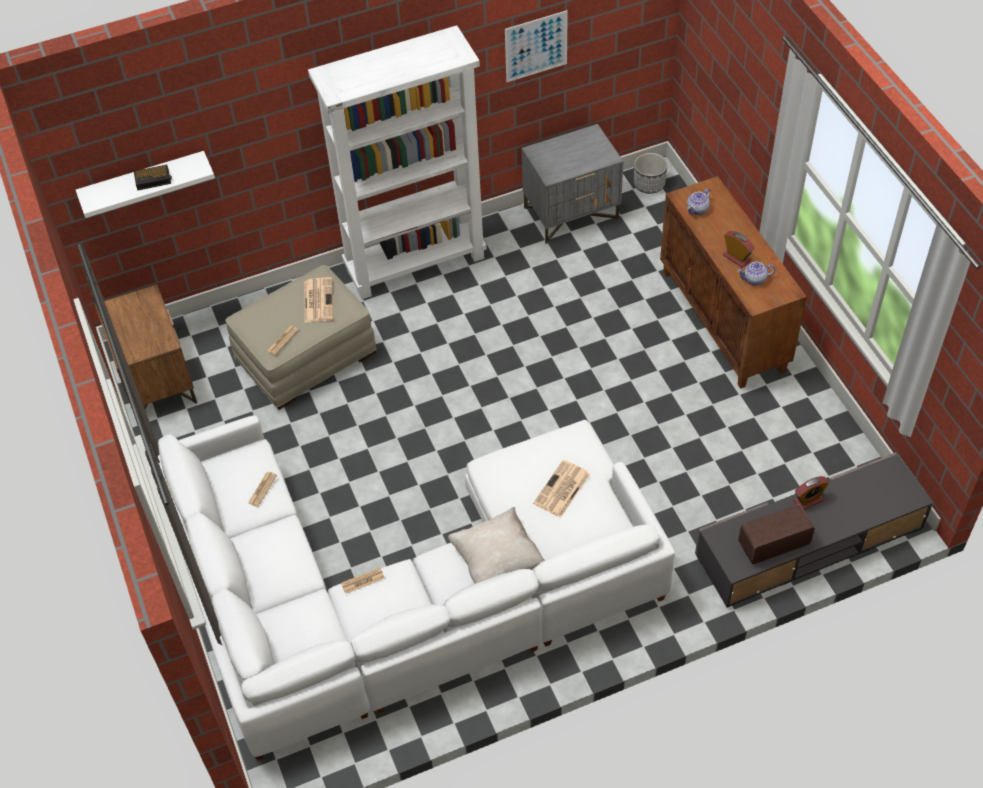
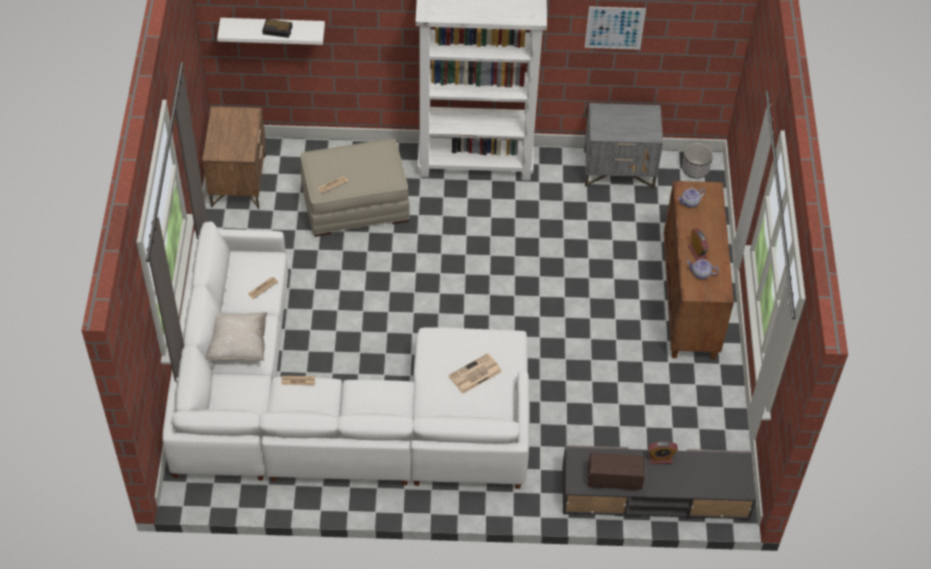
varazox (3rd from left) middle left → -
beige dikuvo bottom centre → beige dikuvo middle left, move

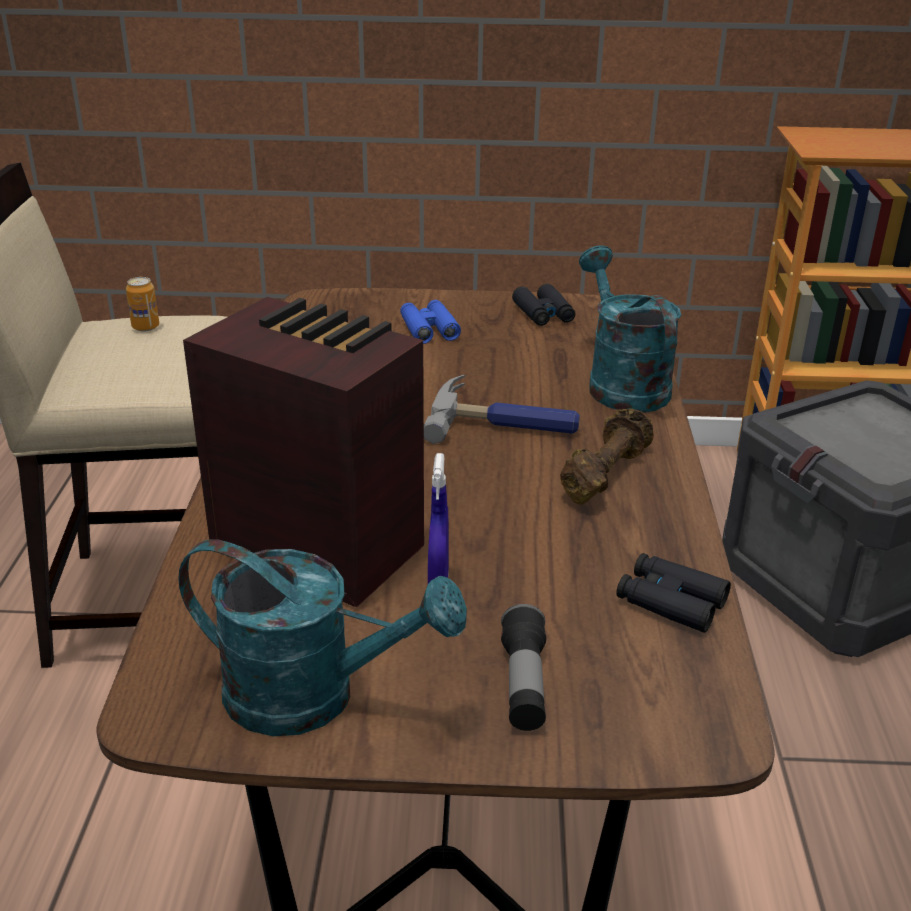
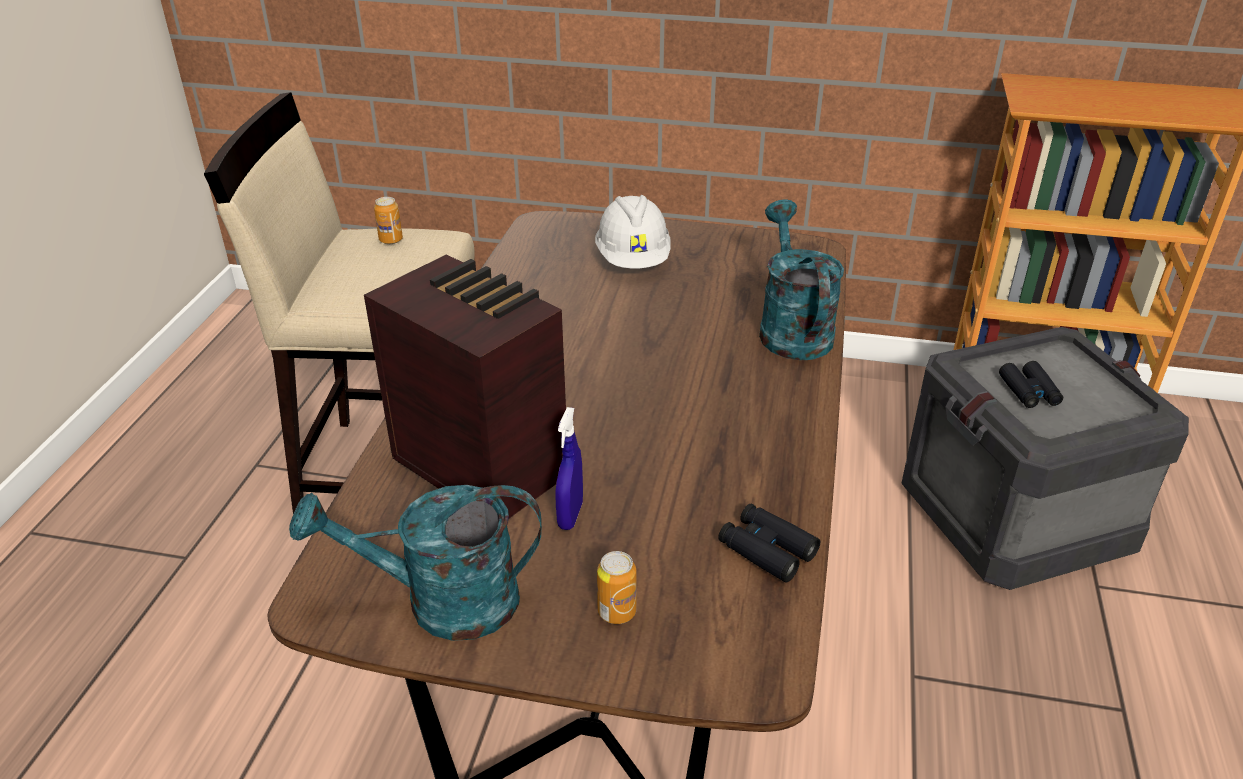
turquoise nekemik (1st from left) bottom centre, 150 degrees clockwise
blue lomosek centre → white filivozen top centre
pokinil centre → -
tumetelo bottom centre → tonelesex (2nd from left) bottom centre
black lomosek (1st from left in the first image) centre → black lomosek (2nd from left) middle right, move
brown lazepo centre → -

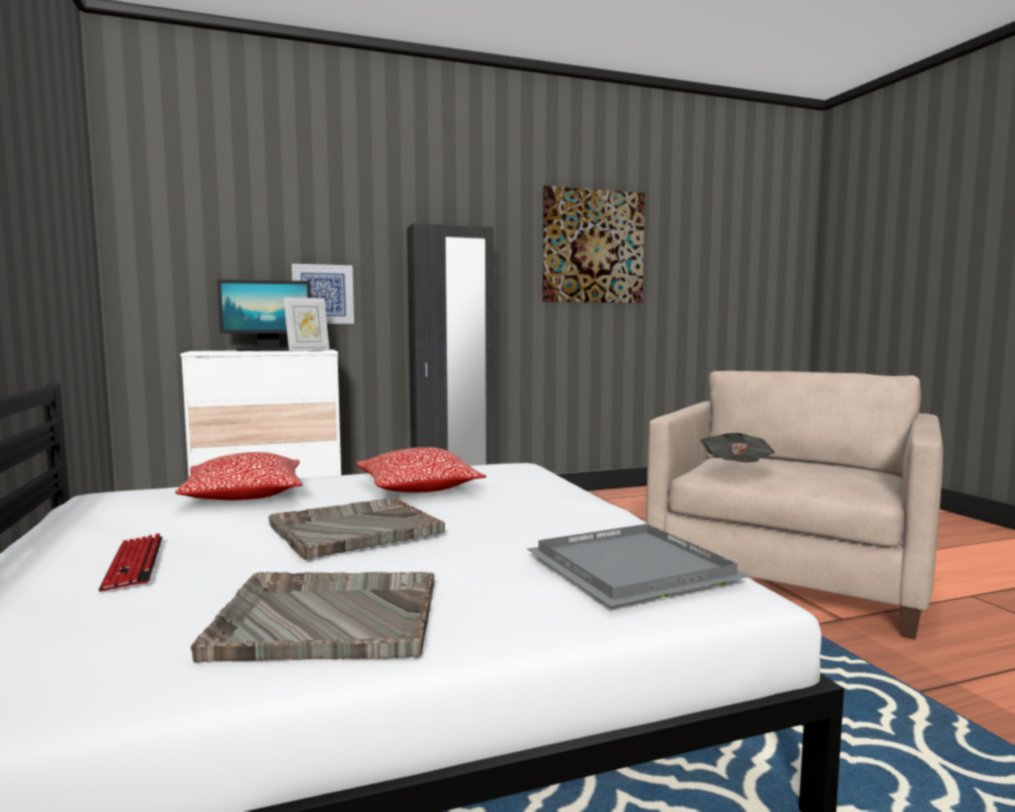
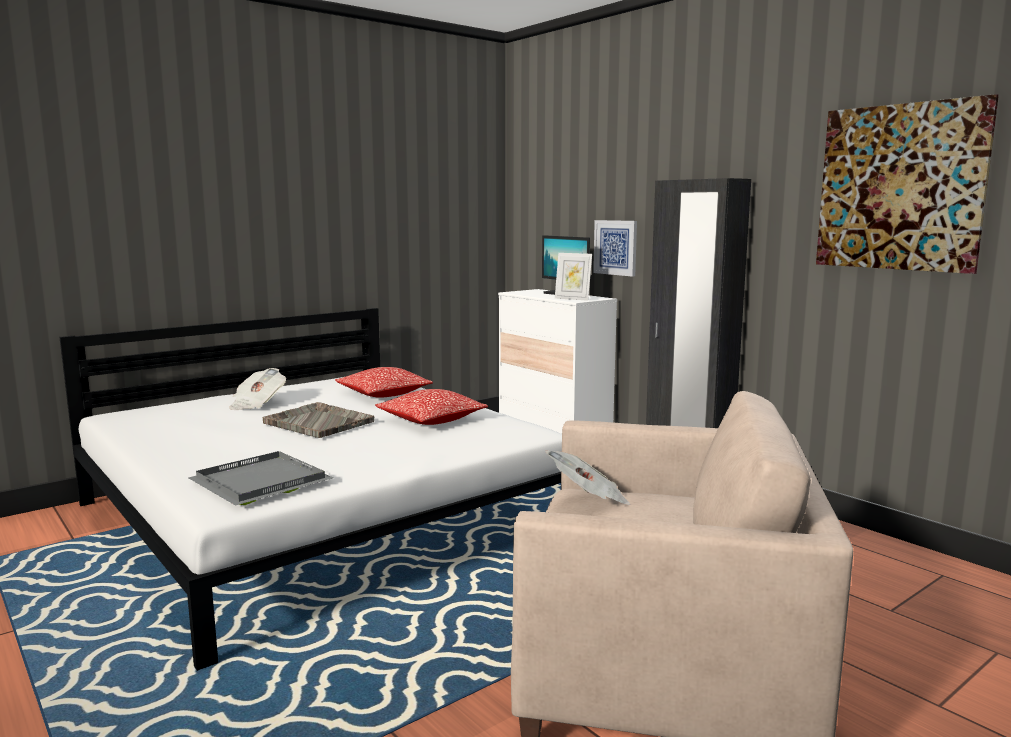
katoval bottom left → varazox (1st from left) middle left
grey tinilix (1st from left) bottom left → -

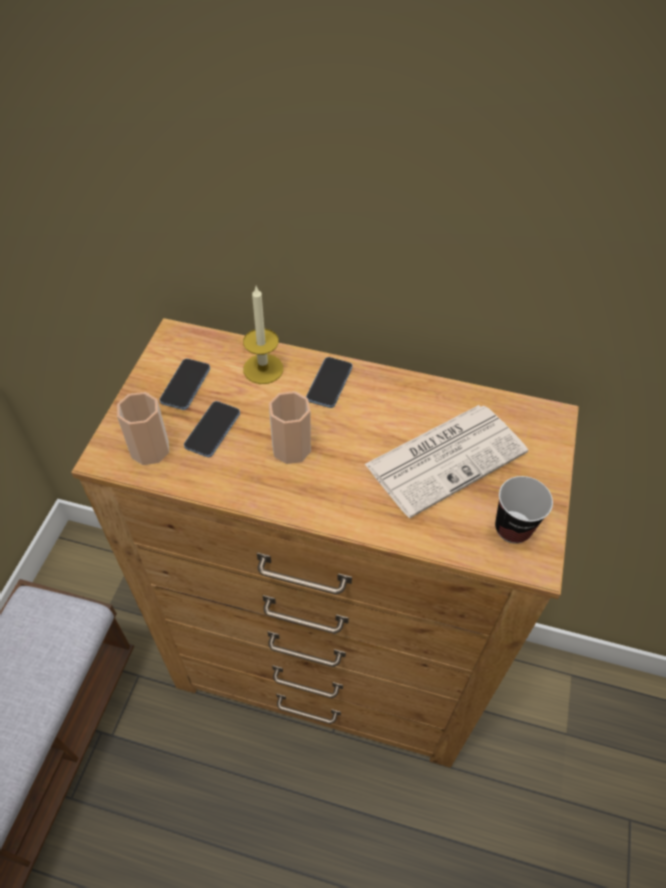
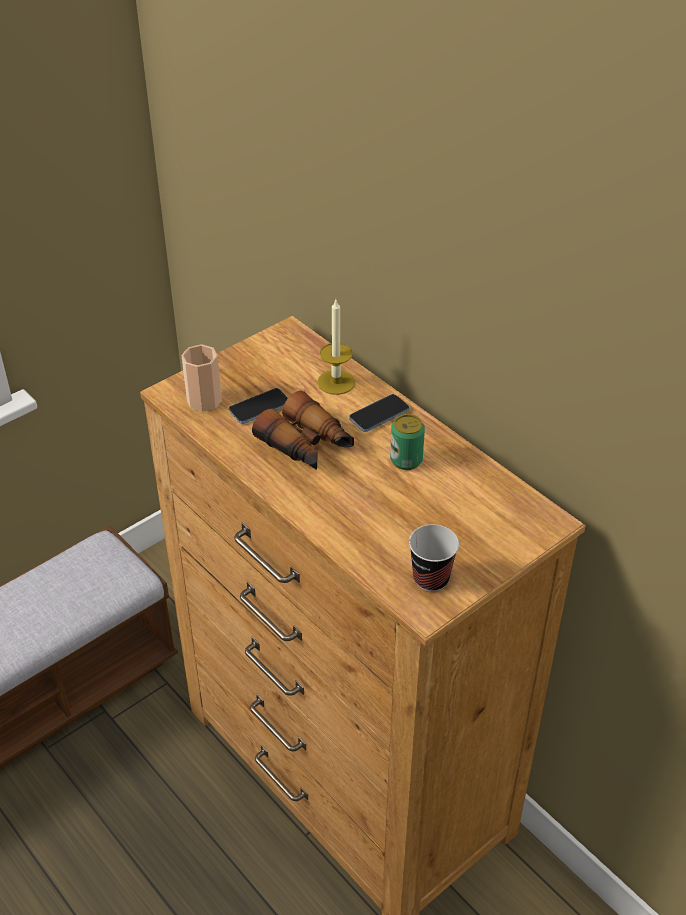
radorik (1st from left) middle left → -
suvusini (2nd from left) centre → lomosek centre
varazox middle right → -
- → tonelesex centre

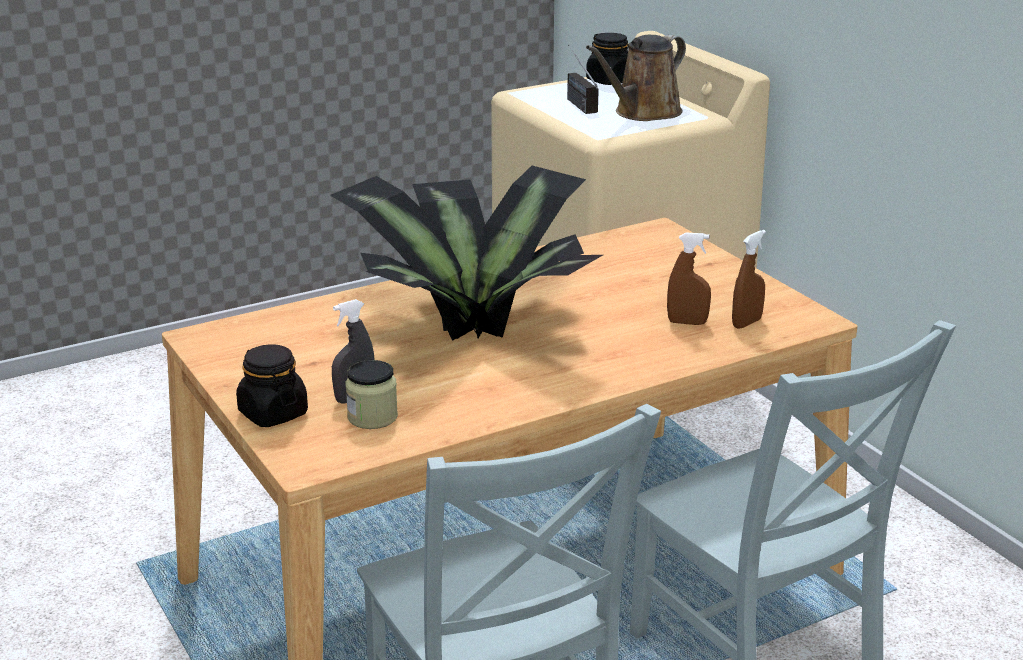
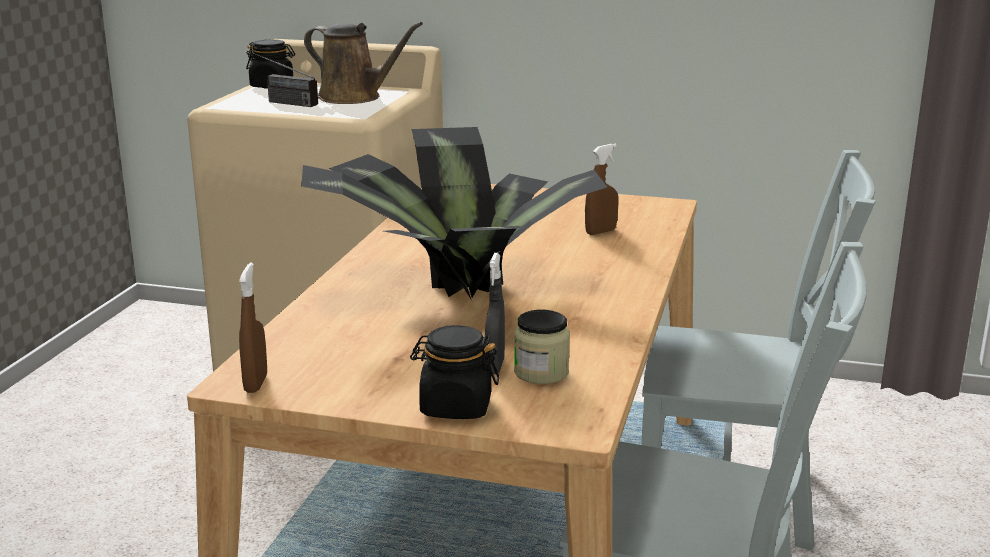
brown nekemik top centre, 60 degrees counterclockwise
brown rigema (2nd from left in the first image) middle right → brown rigema (1st from left) middle left, move

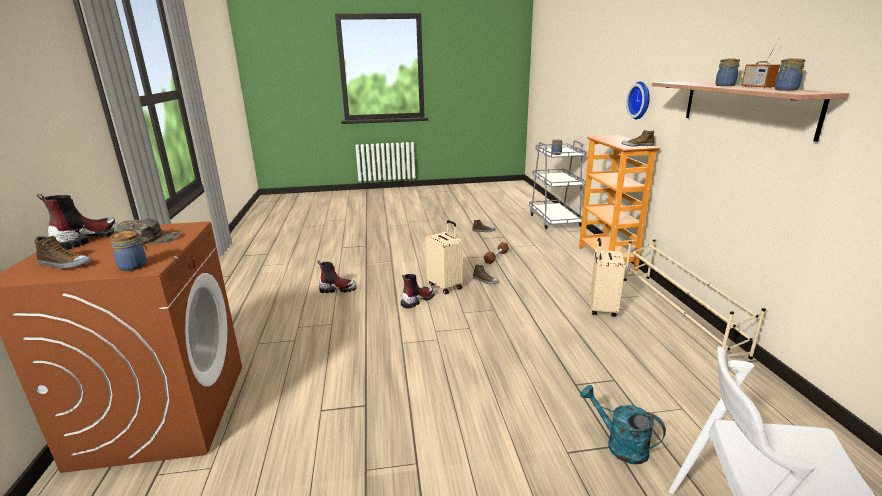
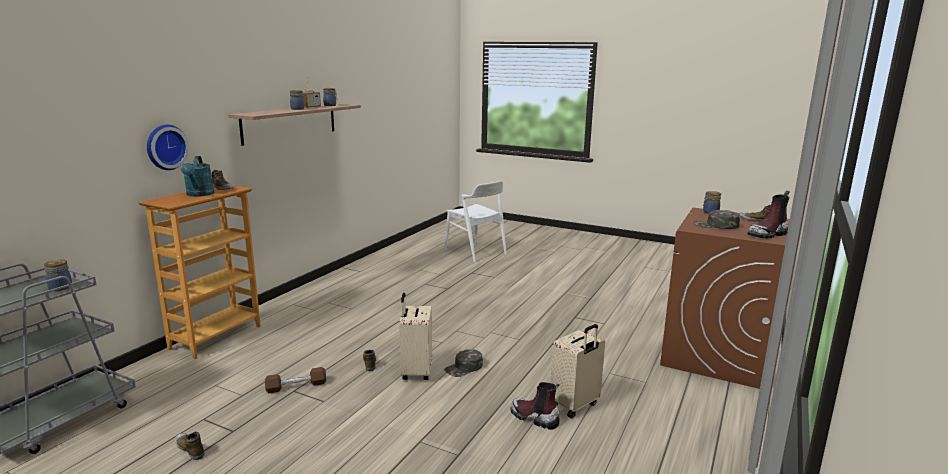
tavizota (3rd from left) centre → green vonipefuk (1st from left) bottom centre
turquoise nekemik bottom right → turquoise nekemik middle left, move
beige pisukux (2nd from left) middle right → beige pisukux (2nd from left) bottom centre, move
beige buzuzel middle right → -

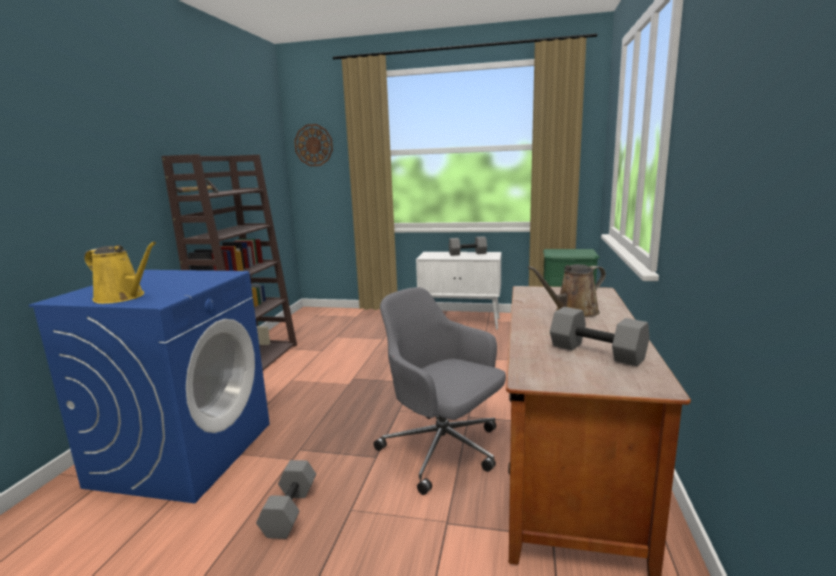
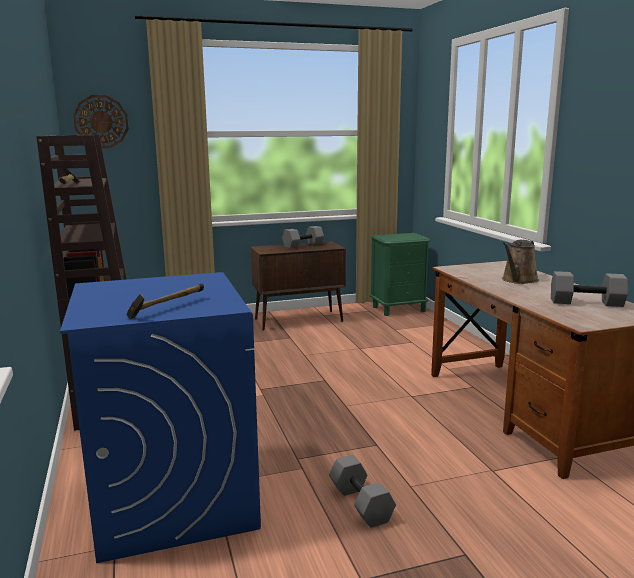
yellow nekemik middle left → pokinil (2nd from left) middle left
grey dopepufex bottom centre → -
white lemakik centre → brown lemakik centre

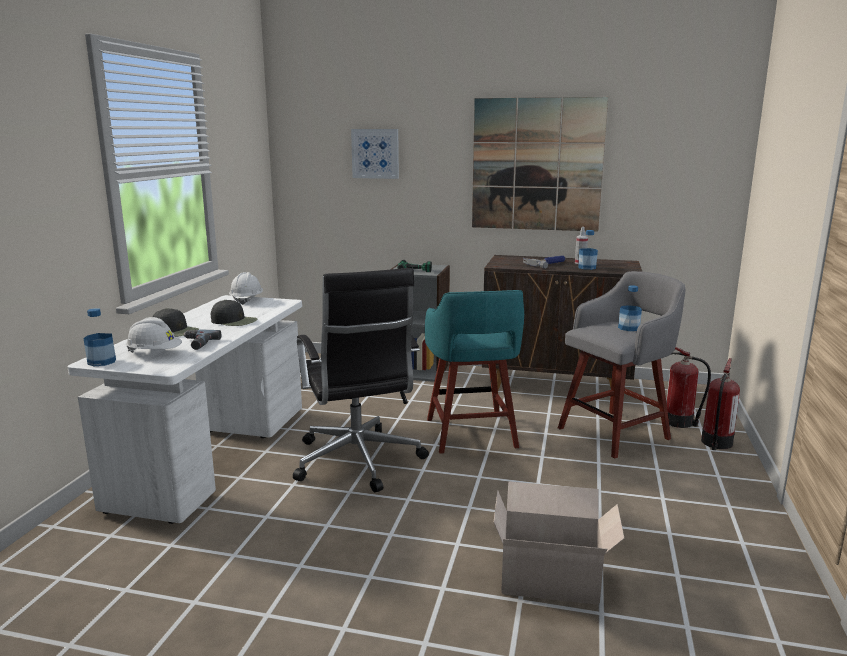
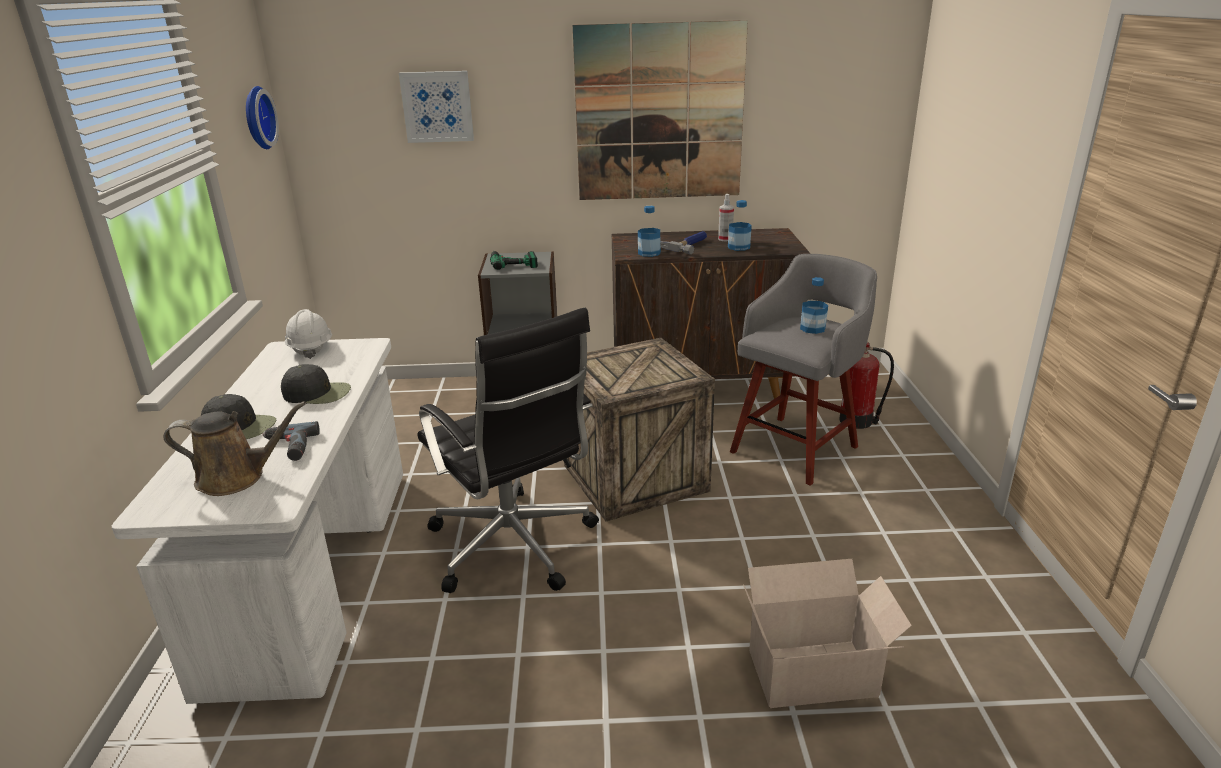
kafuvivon (1st from left) middle left → kafuvivon (1st from left) top centre, move
white filivozen (1st from left) middle left → brown nekemik middle left
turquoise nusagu centre → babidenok centre
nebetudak (2nd from left) middle right → -
- → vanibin top left

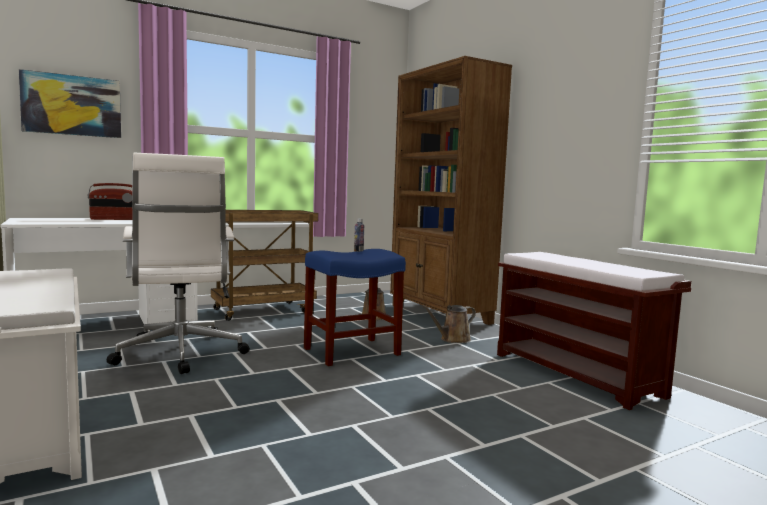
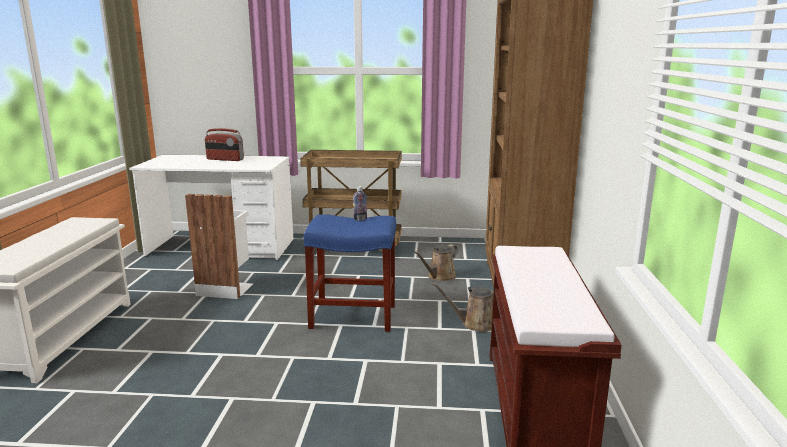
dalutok top left → -
white dopepufex middle left → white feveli middle left

